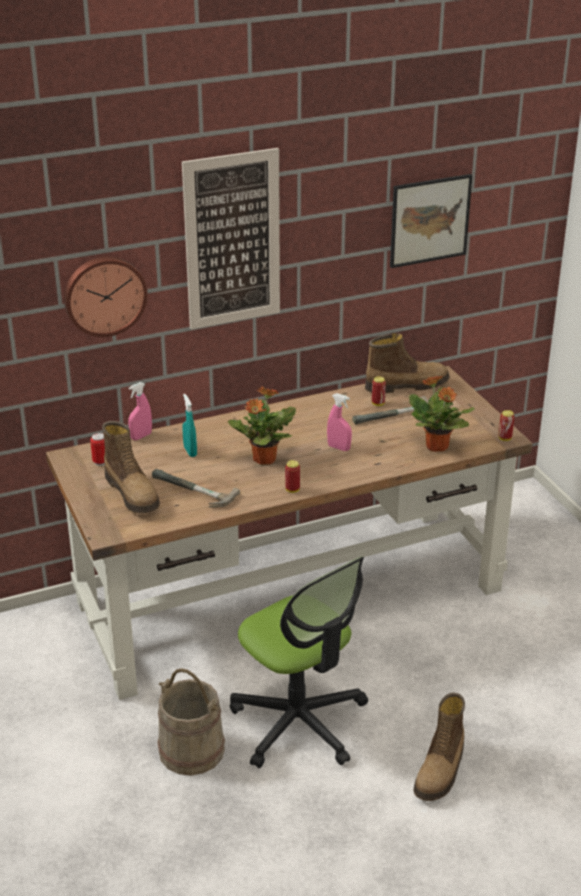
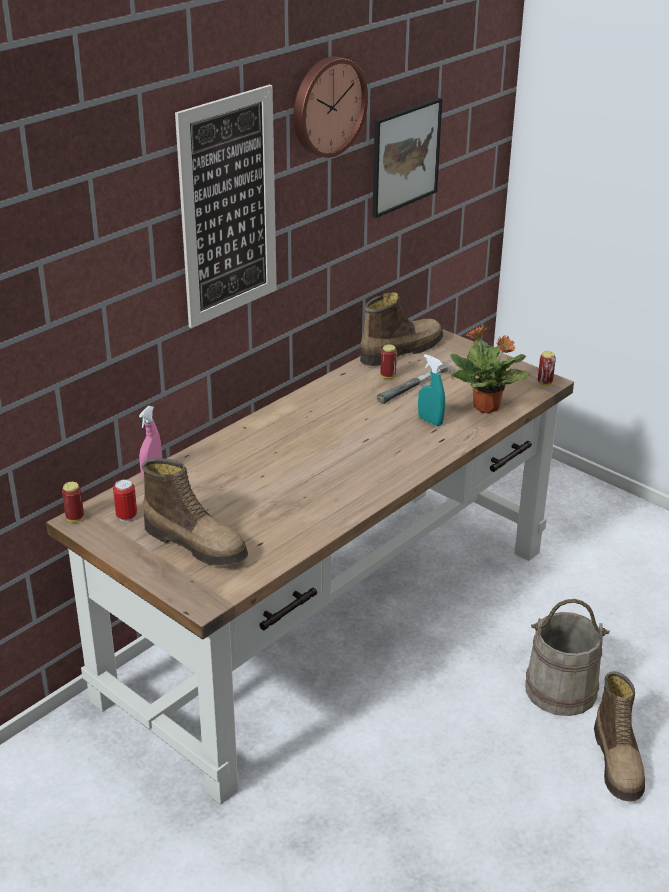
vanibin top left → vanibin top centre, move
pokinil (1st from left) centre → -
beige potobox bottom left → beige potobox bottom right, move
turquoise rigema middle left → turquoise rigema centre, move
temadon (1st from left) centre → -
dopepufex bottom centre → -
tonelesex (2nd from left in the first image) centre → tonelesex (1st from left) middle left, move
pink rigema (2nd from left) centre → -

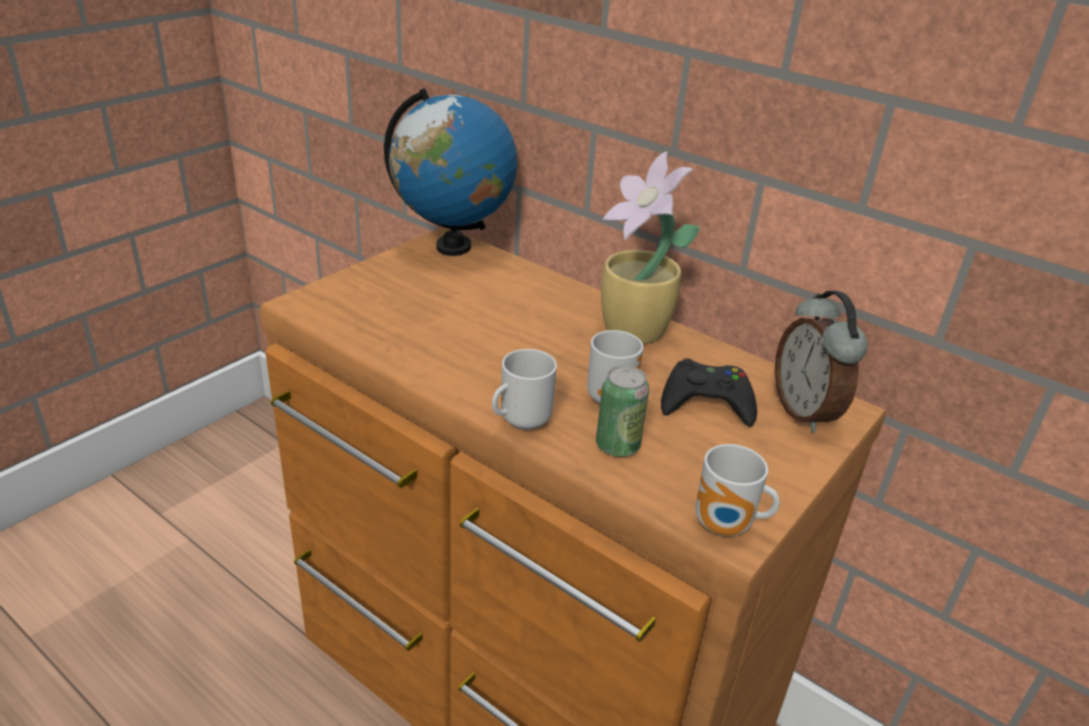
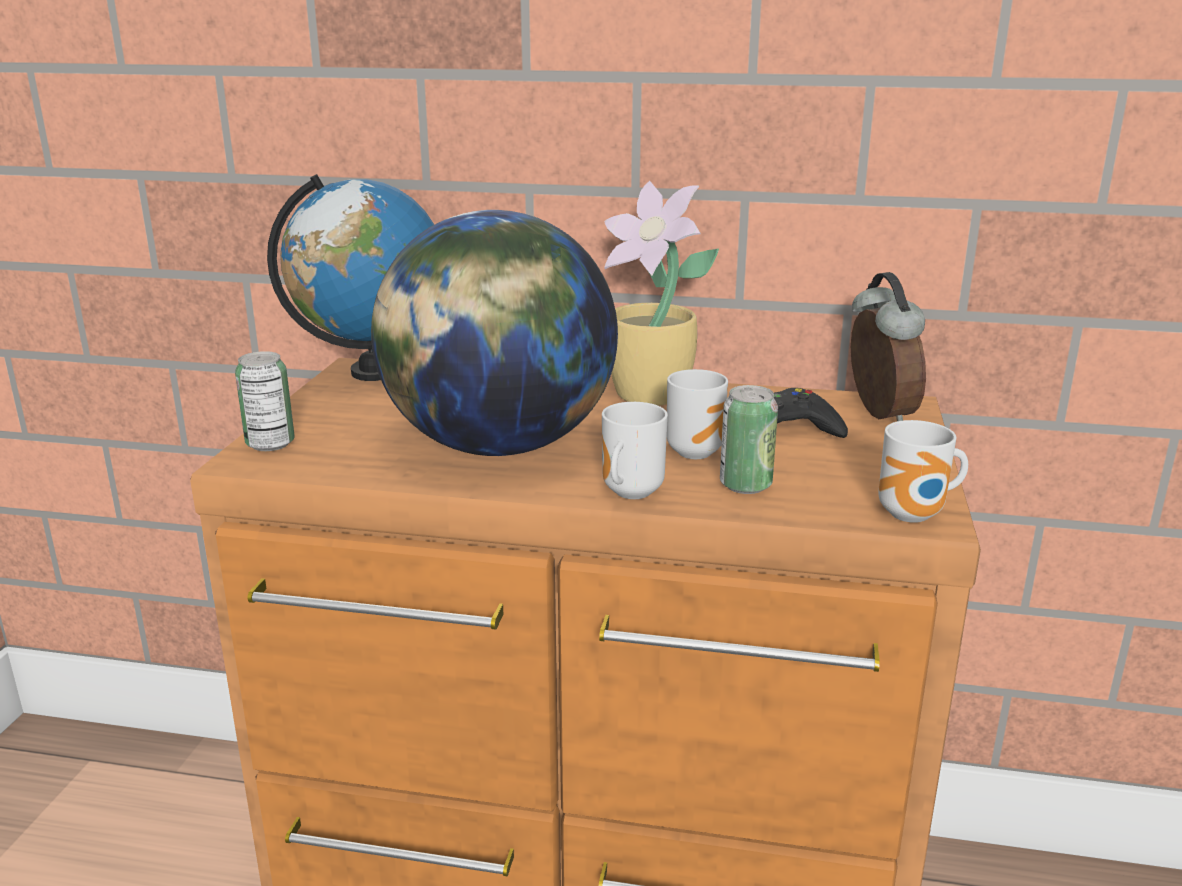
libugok middle right, 150 degrees counterclockwise
- → tonelesex (1st from left) middle left
- → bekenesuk (2nd from left) centre

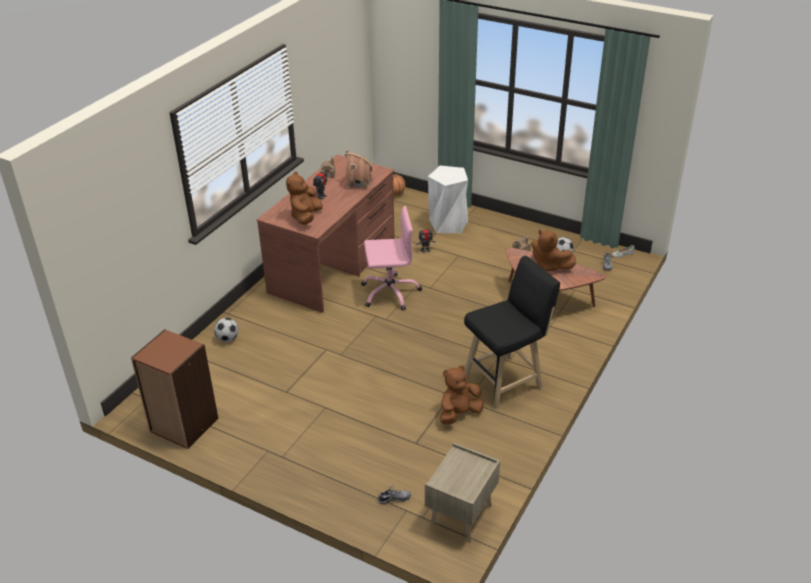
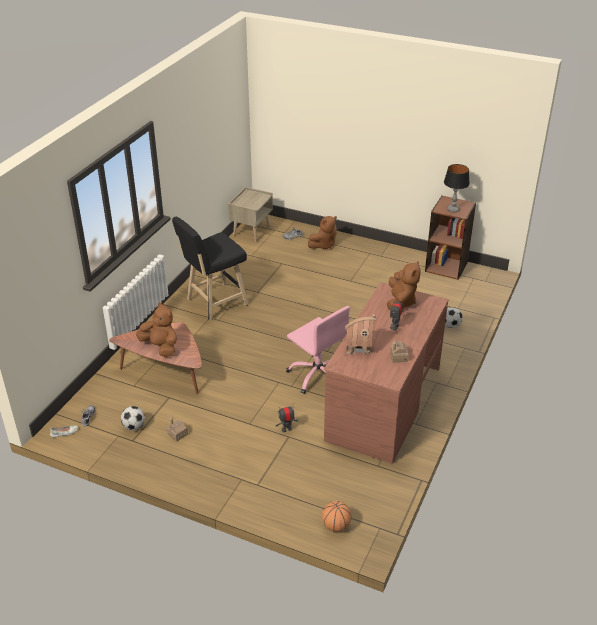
pink dopepufex centre, 120 degrees counterclockwise
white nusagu centre → -
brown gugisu (2nd from left) bottom centre → brown gugisu (2nd from left) centre, move
- → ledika top right

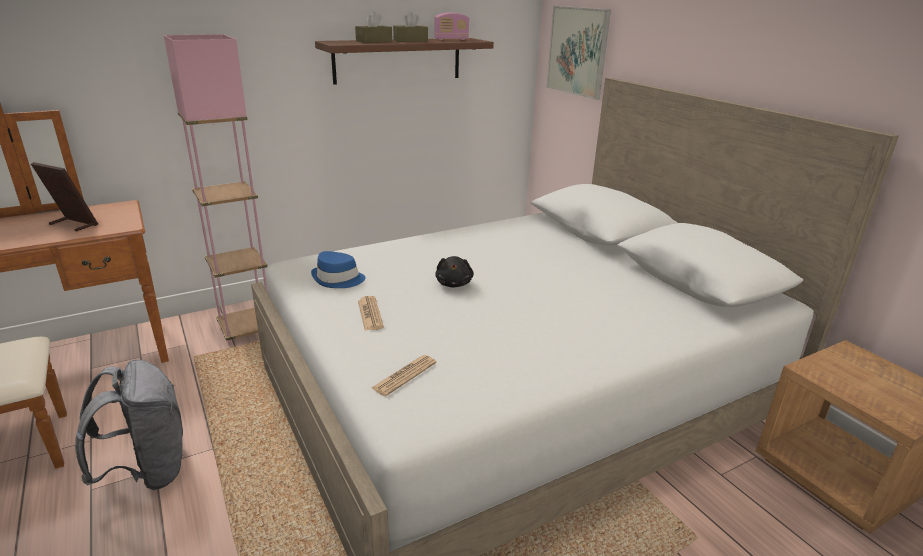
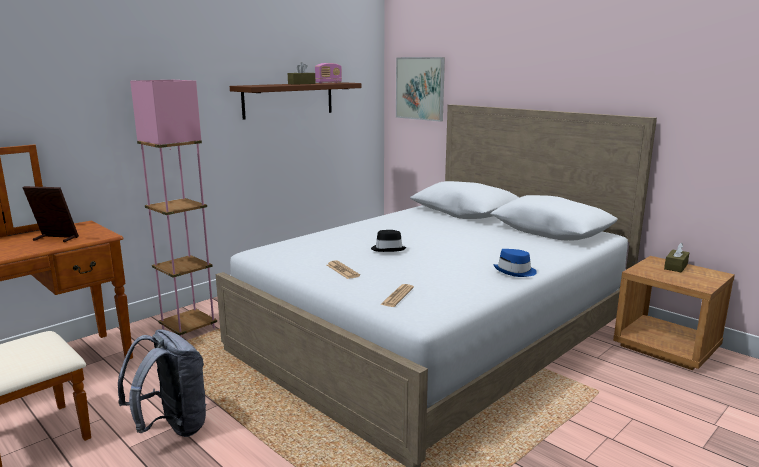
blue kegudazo centre → blue kegudazo middle right, move
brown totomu (1st from left in the first image) top centre → brown totomu (2nd from left) middle right, move
black gugisu centre → black kegudazo centre

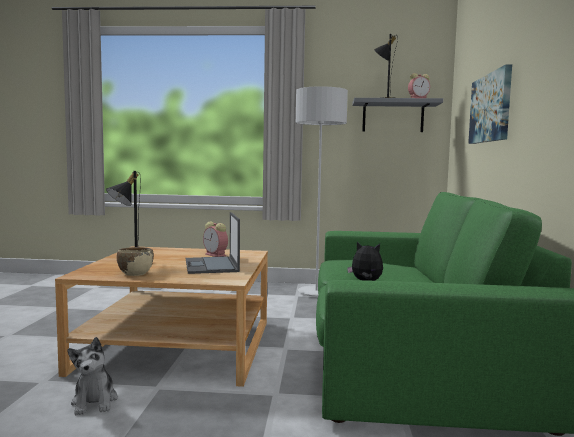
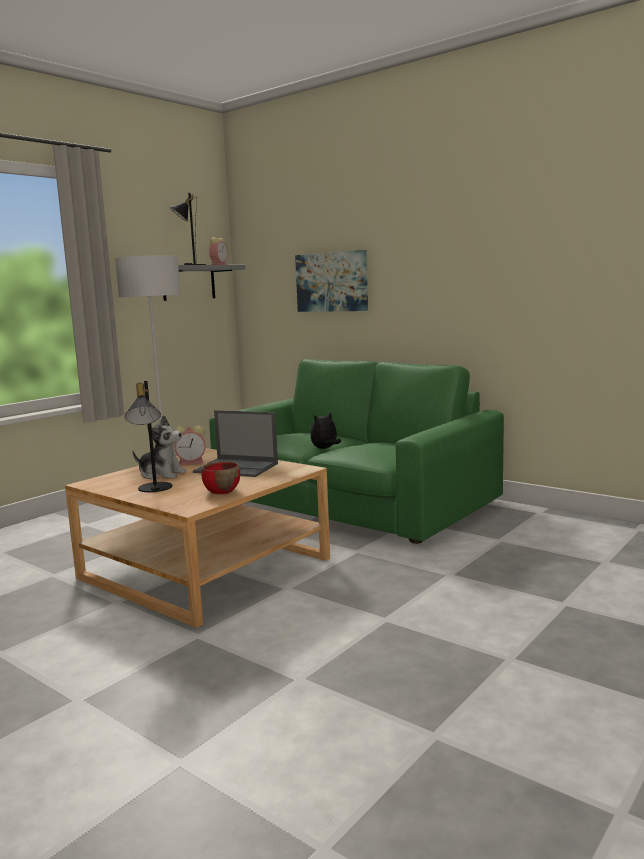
gugisu (1st from left) bottom left → gugisu (1st from left) middle left, move
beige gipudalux middle left → red gipudalux centre

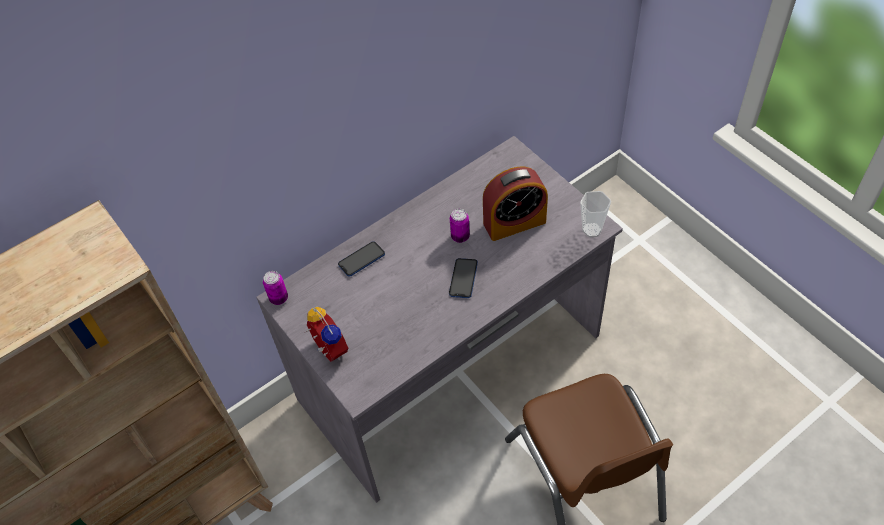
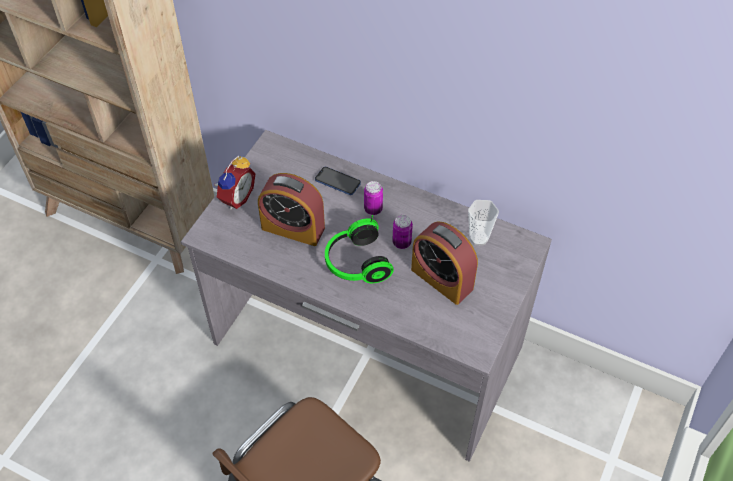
tonelesex (1st from left) middle left → tonelesex (1st from left) centre, move
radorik (2nd from left) centre → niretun centre
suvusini middle right → suvusini centre, move
- → libugok (2nd from left) centre

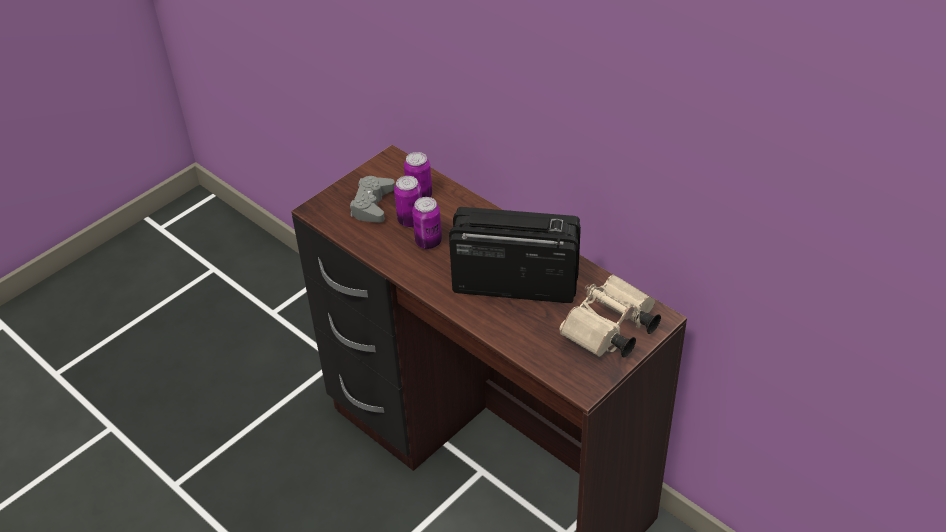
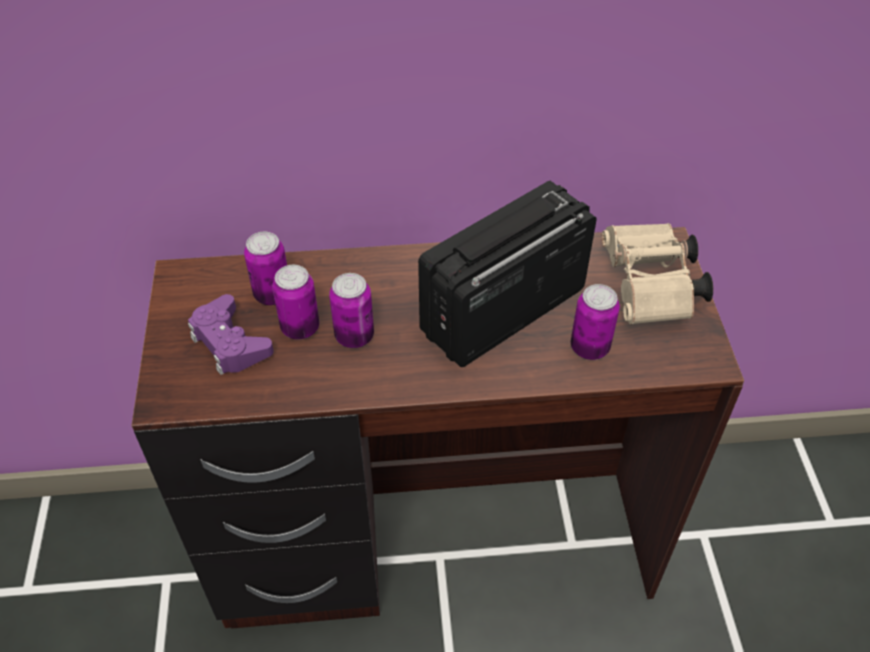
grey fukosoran centre → purple fukosoran middle left
- → tonelesex (4th from left) middle right

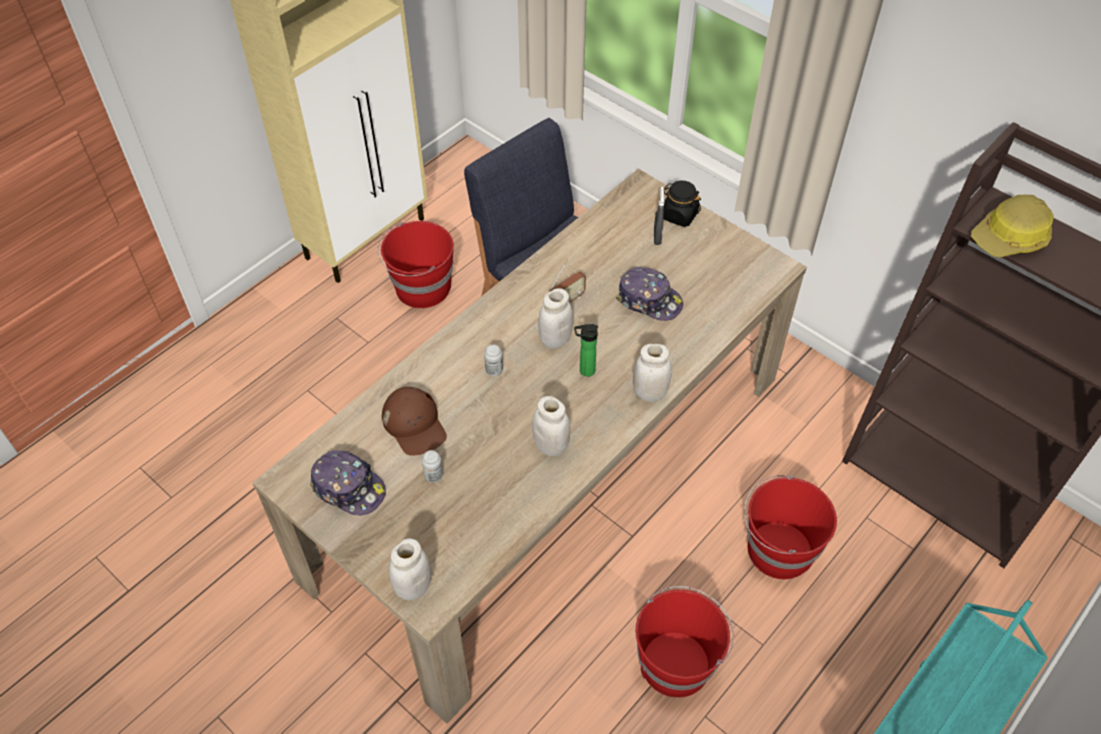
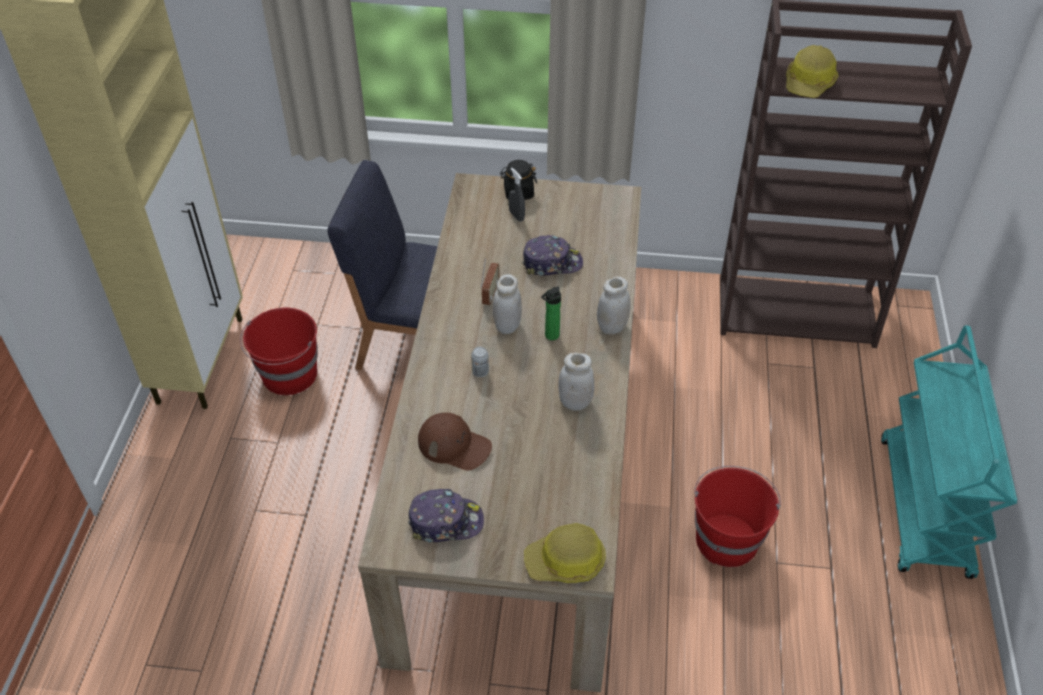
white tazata (1st from left) bottom centre → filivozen (1st from left) bottom centre
tonelesex (1st from left) centre → -
red potobox (3rd from left) bottom right → -

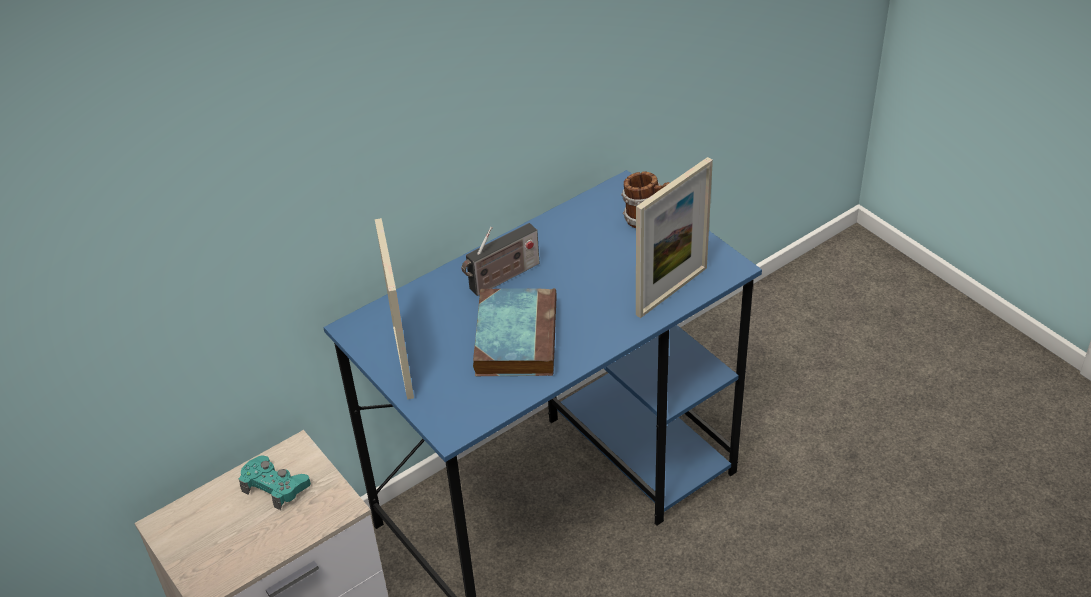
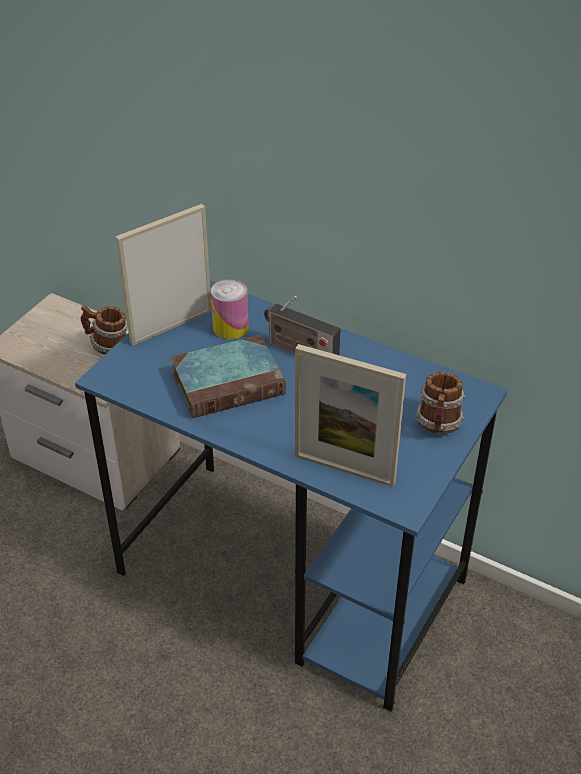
turquoise fukosoran bottom left → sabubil (1st from left) middle left
- → tonelesex centre

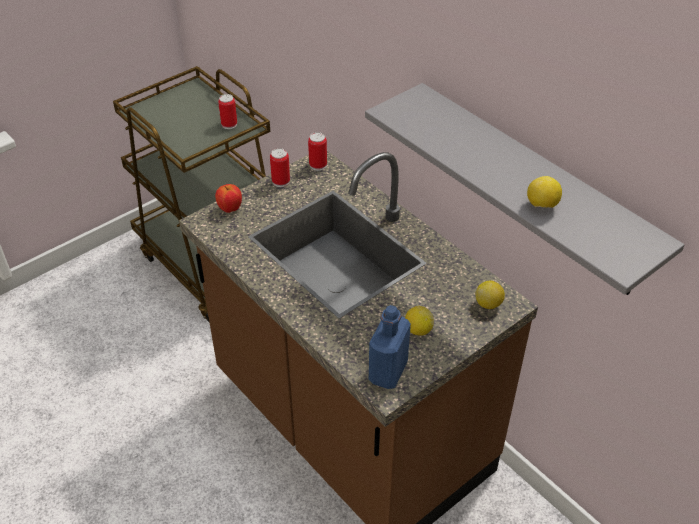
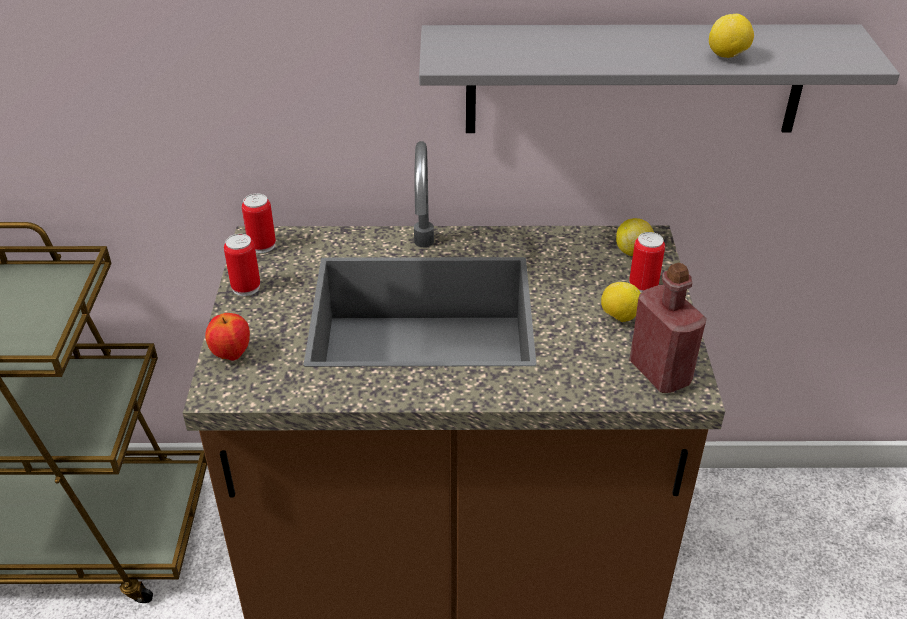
tonelesex (1st from left in the first image) top left → tonelesex (3rd from left) middle right, move
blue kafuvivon centre → red kafuvivon middle right

